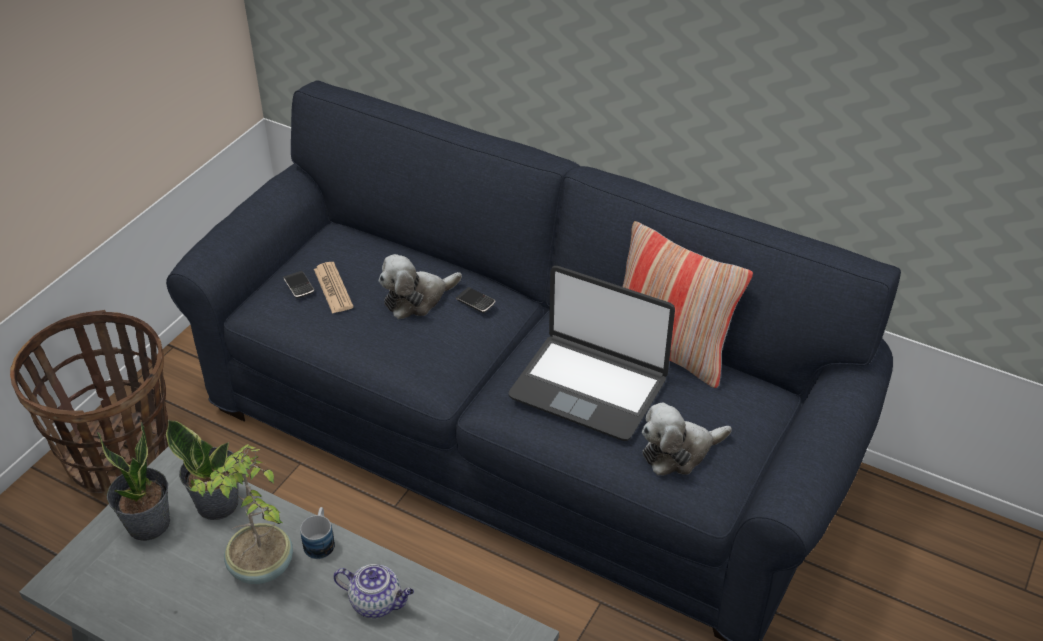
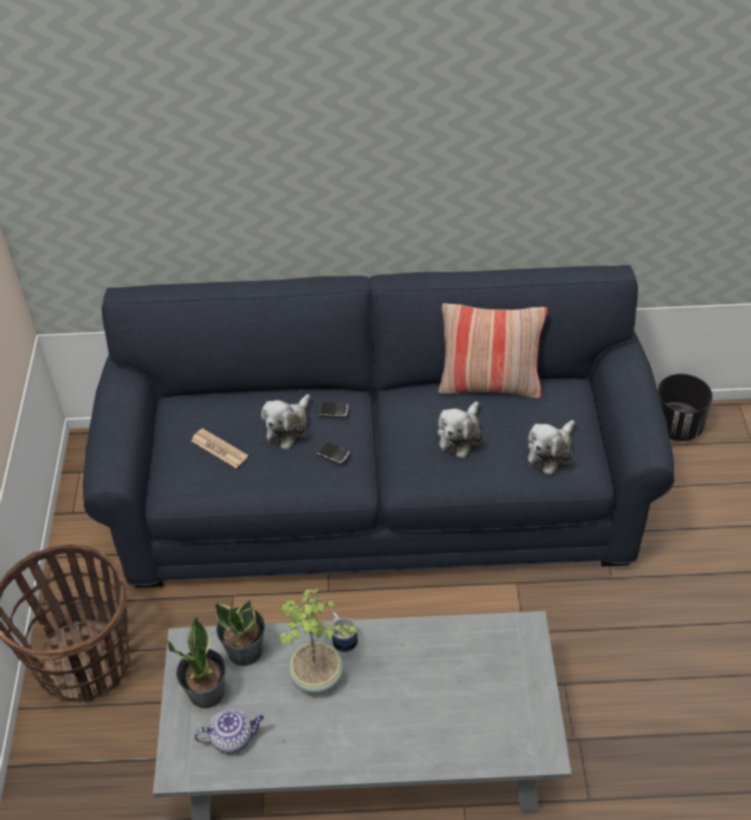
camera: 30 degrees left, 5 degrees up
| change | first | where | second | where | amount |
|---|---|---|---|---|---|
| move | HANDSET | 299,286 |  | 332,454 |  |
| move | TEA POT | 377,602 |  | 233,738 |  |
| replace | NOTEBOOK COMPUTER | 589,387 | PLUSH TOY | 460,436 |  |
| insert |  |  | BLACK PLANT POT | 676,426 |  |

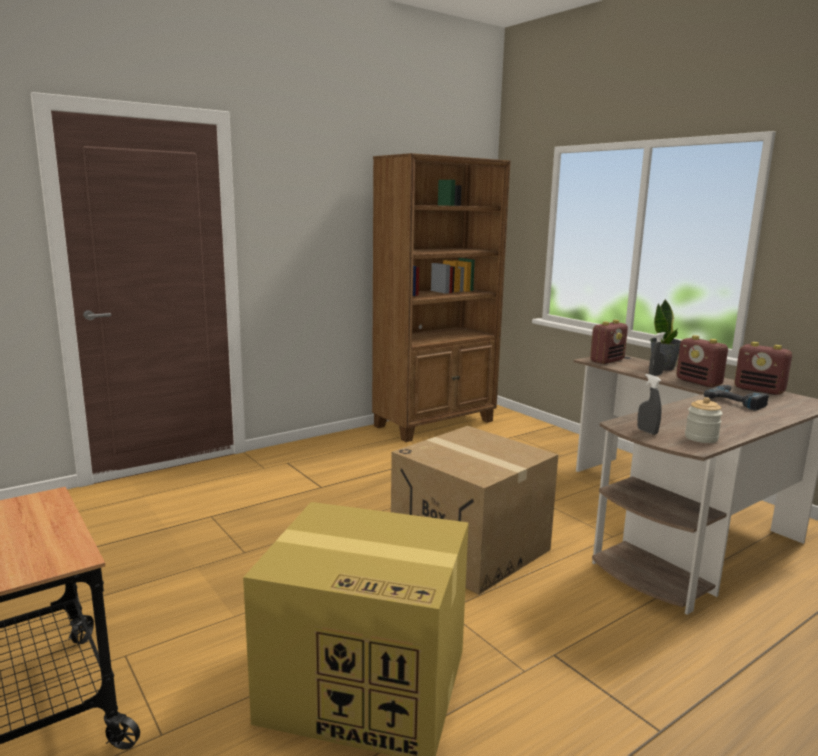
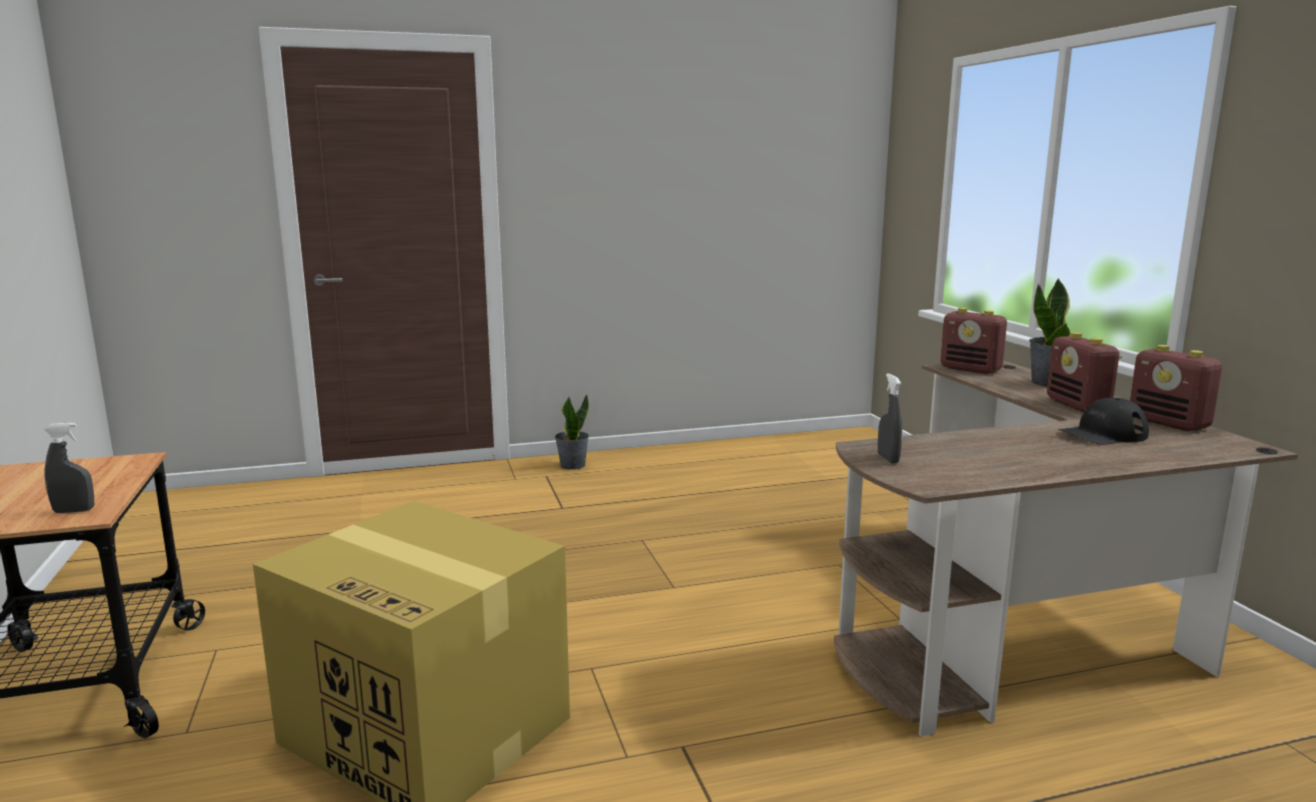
camera: 20 degrees right, 0 degrees up
| change | first | where | second | where | amount |
|---|---|---|---|---|---|
| delete | BROWNISH BOOKSHELF | 435,424 |  |  |  |
| delete | CARTON | 471,548 |  |  |  |
| rotate | RADIO RECEIVER | 607,361 |  | 971,369 | 60 degrees clockwise |
| move | GREY SPRAYER | 655,375 |  | 74,511 |  |
| delete | STORAGE JAR | 701,438 |  |  |  |
| replace | DRILL | 737,401 | BLACK BASEBALL CAP | 1103,434 |  |
| insert |  |  | PLANT IN A POT | 572,465 |  |

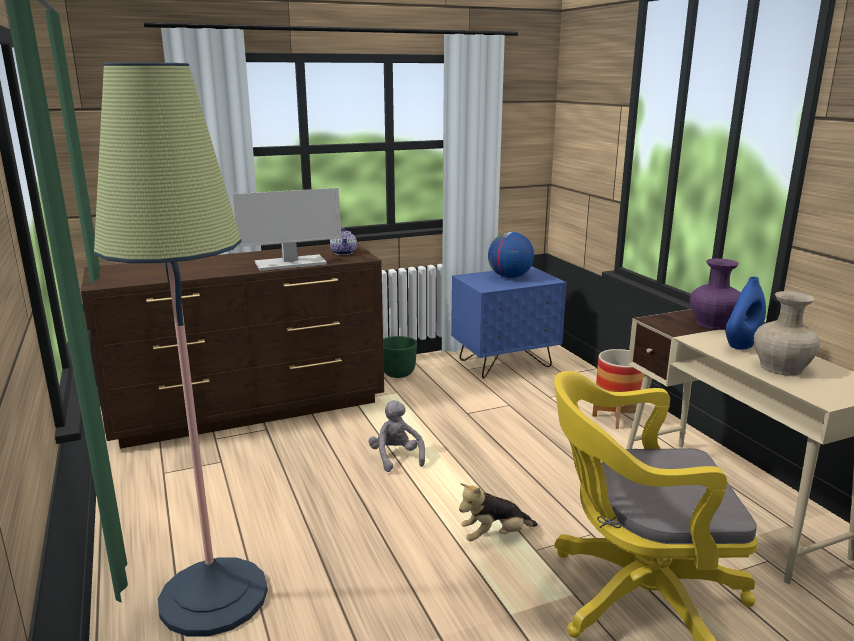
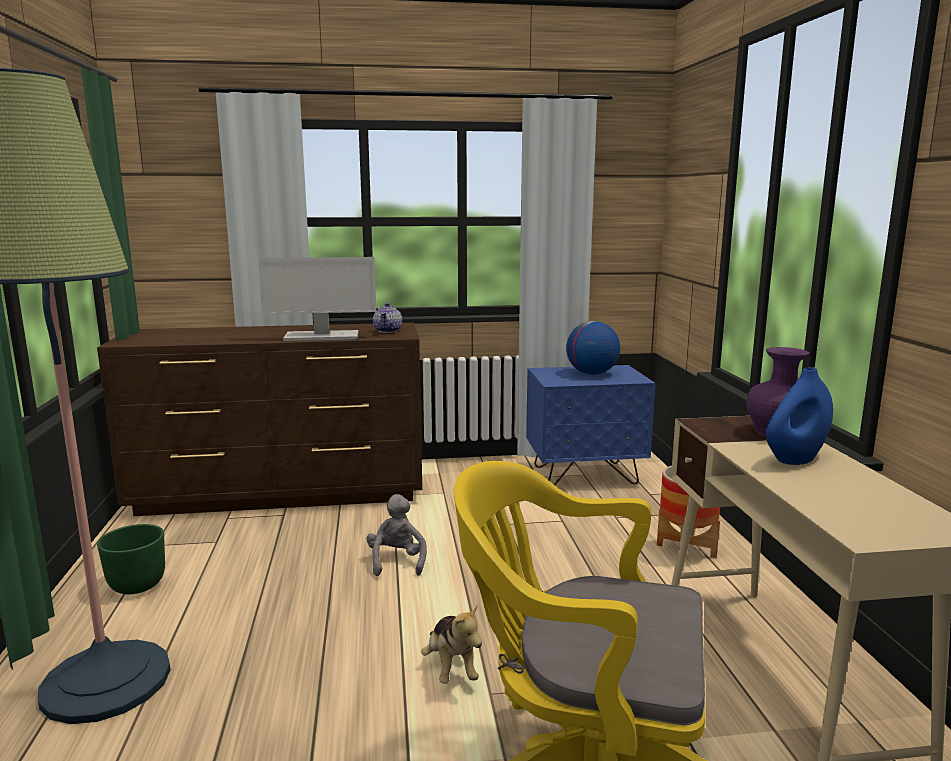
camera: 15 degrees right, 5 degrees down
| change | first | where | second | where | amount |
|---|---|---|---|---|---|
| move | GREEN PLANT POT | 398,374 |  | 137,586 |  |
| rotate | PLUSH TOY | 494,536 |  | 451,668 | 105 degrees counterclockwise |
| delete | BEIGE DECORATIVE VASE | 782,367 |  |  |  |

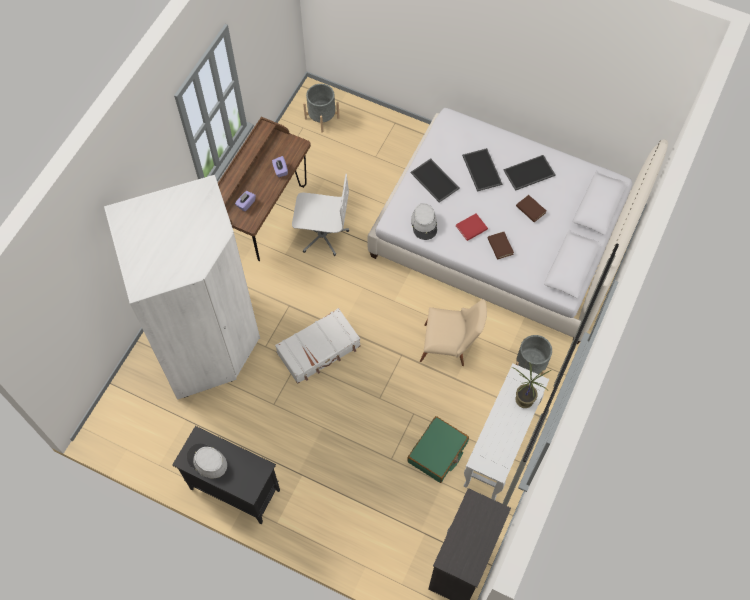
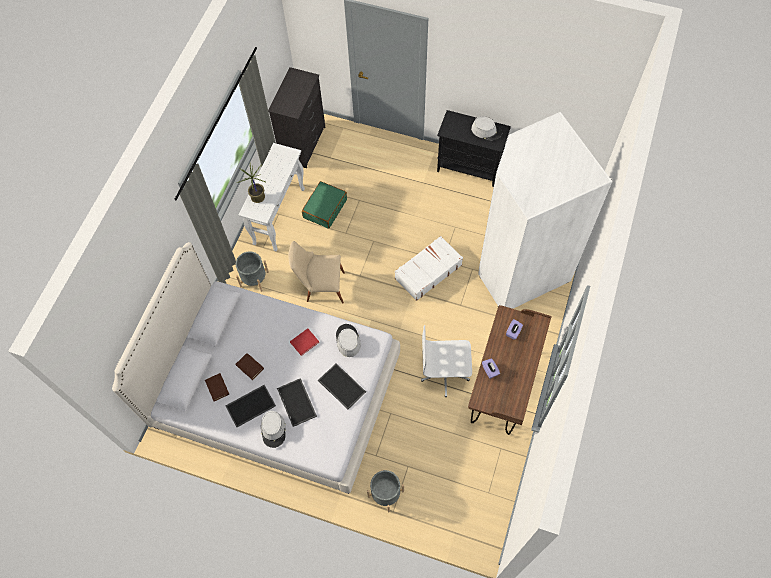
camera: 175 degrees right, 0 degrees up
| change | first | where | second | where | amount |
|---|---|---|---|---|---|
| move | GREY PLANT POT | 322,118 |  | 386,494 |  |
| move | BROWNISH BOOK | 500,246 |  | 217,387 |  |
| insert |  |  | GREY CLOTHING HAT | 273,429 |  |

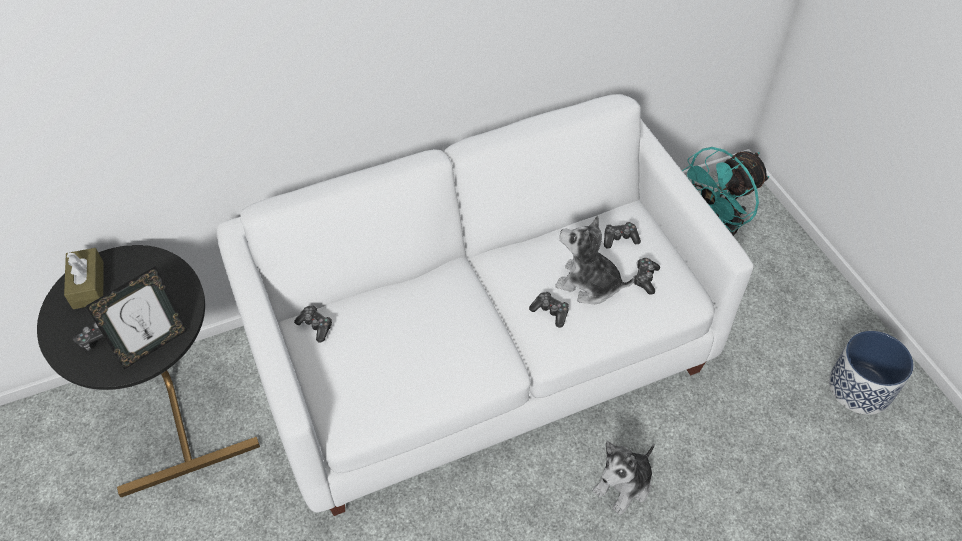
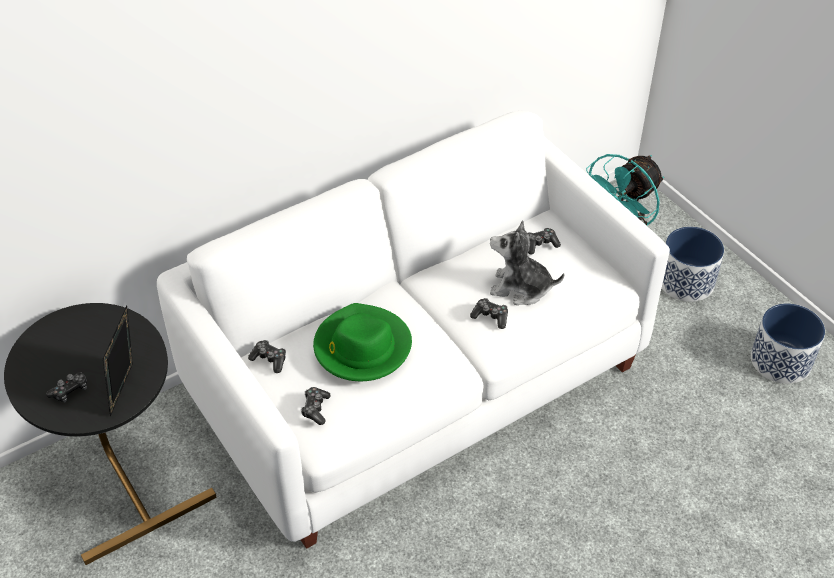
camera: 10 degrees left, 5 degrees down
| change | first | where | second | where | amount |
|---|---|---|---|---|---|
| delete | BROWNISH TISSUE HOLDER | 88,285 |  |  |  |
| rotate | PICTURE FRAME | 153,346 |  | 127,390 | 150 degrees clockwise |
| delete | PLUSH TOY | 624,485 |  |  |  |
| move | GAME CONTROLLER | 645,278 |  | 315,409 |  |
| insert |  |  | GREEN CLOTHING HAT | 361,347 |  |
| insert |  |  | PLANT POT | 686,282 |  |

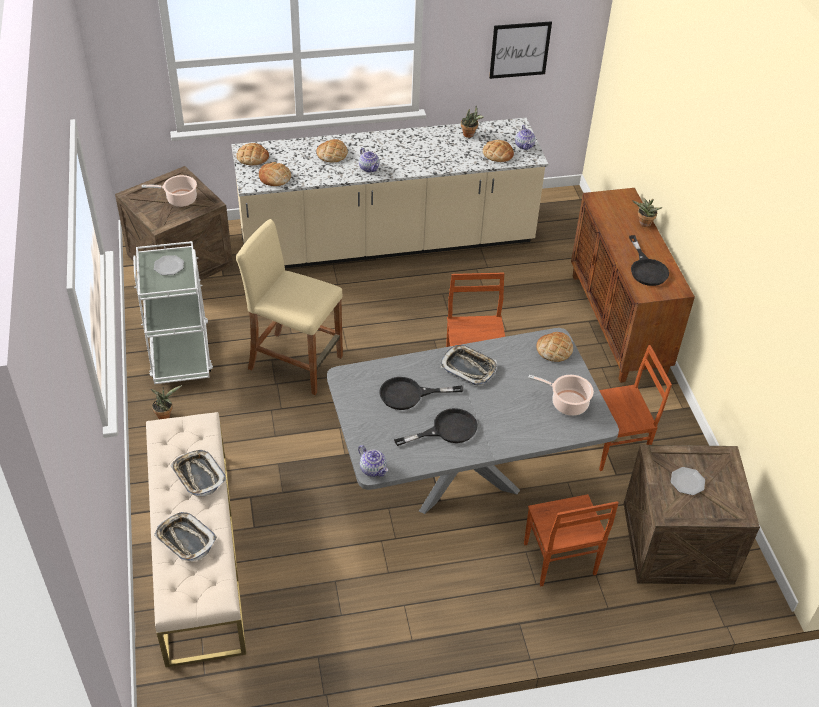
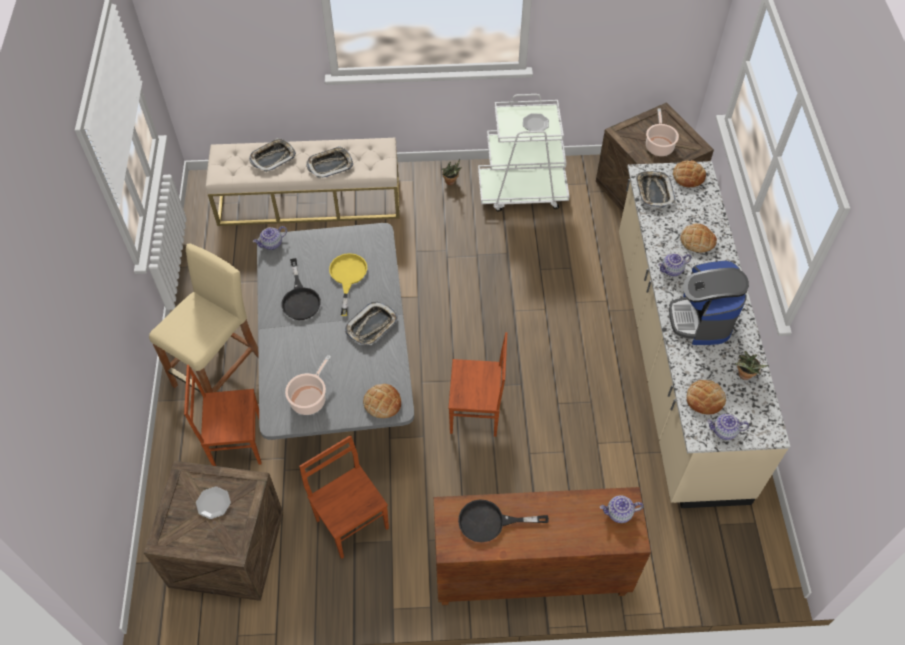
camera: 100 degrees right, 10 degrees up
| change | first | where | second | where | amount |
|---|---|---|---|---|---|
| move | BEIGE STOOL SEAT | 295,363 |  | 220,373 |  |
| replace | BAKED BREAD | 274,177 | TRAY | 654,192 |  |
| recolor | BLACK FRYING PAN | 409,395 | YELLOW FRYING PAN | 347,277 |  |
| delete | WALL PICTURE | 519,50 |  |  |  |
| rotate | BROWNISH CHAIR | 615,447 |  | 352,522 | 150 degrees clockwise |
| delete | PLANT IN A POT | 644,224 |  |  |  |
| insert |  |  | TEA POT | 619,513 |  |
| insert |  |  | COFFEE MACHINE | 701,320 |  |

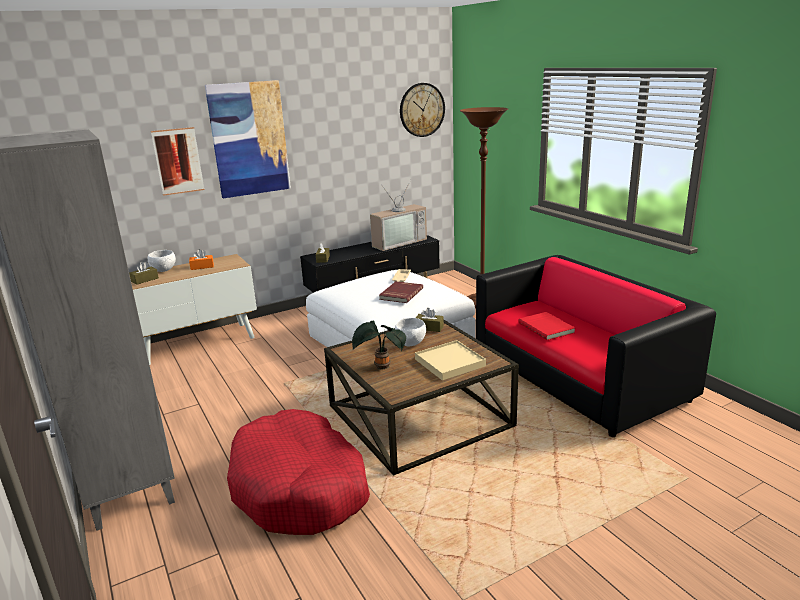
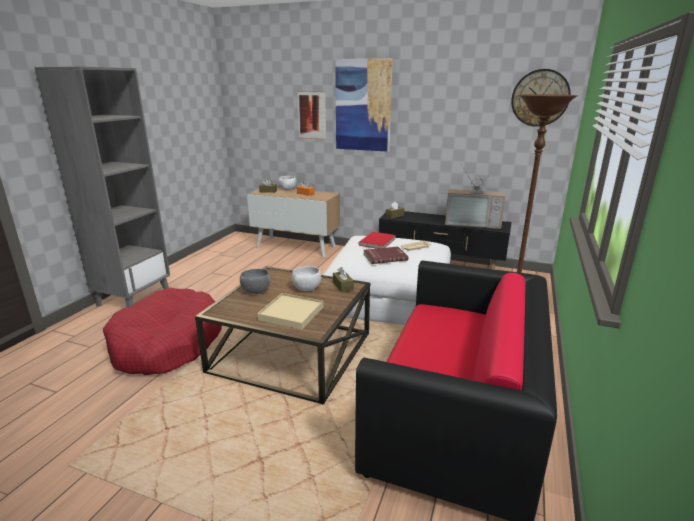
camera: 50 degrees right, 0 degrees up
| change | first | where | second | where | amount |
|---|---|---|---|---|---|
| replace | PLANT IN A POT | 380,367 | GREY DEEP DISH | 256,292 |  |
| move | RED BOOK | 547,328 |  | 378,242 |  |

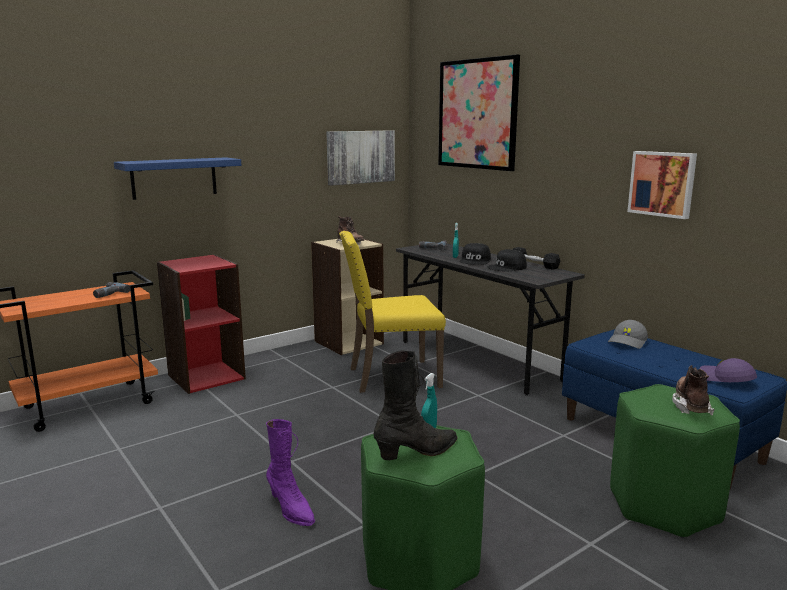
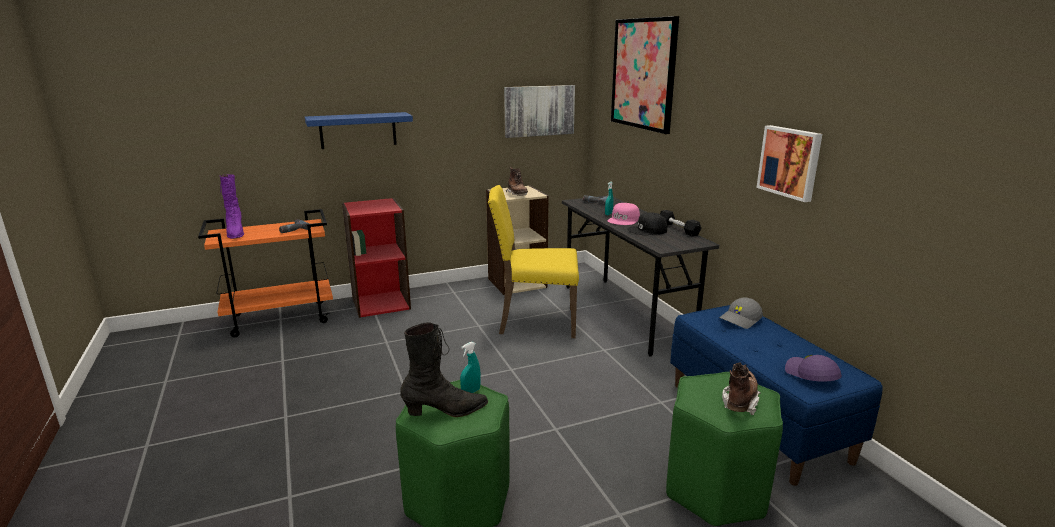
camera: 15 degrees right, 5 degrees up
| change | first | where | second | where | amount |
|---|---|---|---|---|---|
| move | PURPLE-COLOURED TALL BOOT | 290,509 |  | 235,233 |  |
| recolor | BLACK BASEBALL CAP | 475,260 | PINK BASEBALL CAP | 624,220 |  |

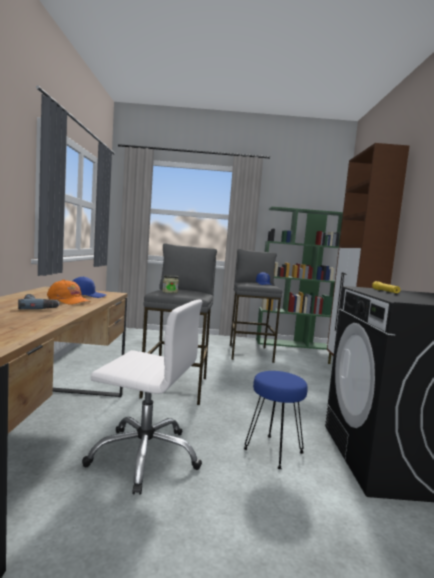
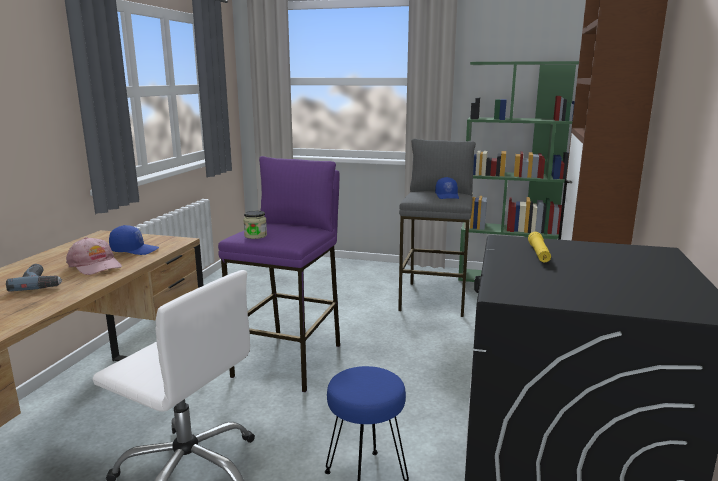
camera: 15 degrees right, 10 degrees up
| change | first | where | second | where | amount |
|---|---|---|---|---|---|
| recolor | ORANGE-COLOURED BASEBALL CAP | 69,300 | PINK BASEBALL CAP | 95,265 |  |
| recolor | GREY STOOL SEAT | 176,387 | PURPLE-COLOURED STOOL SEAT | 290,360 |  |

